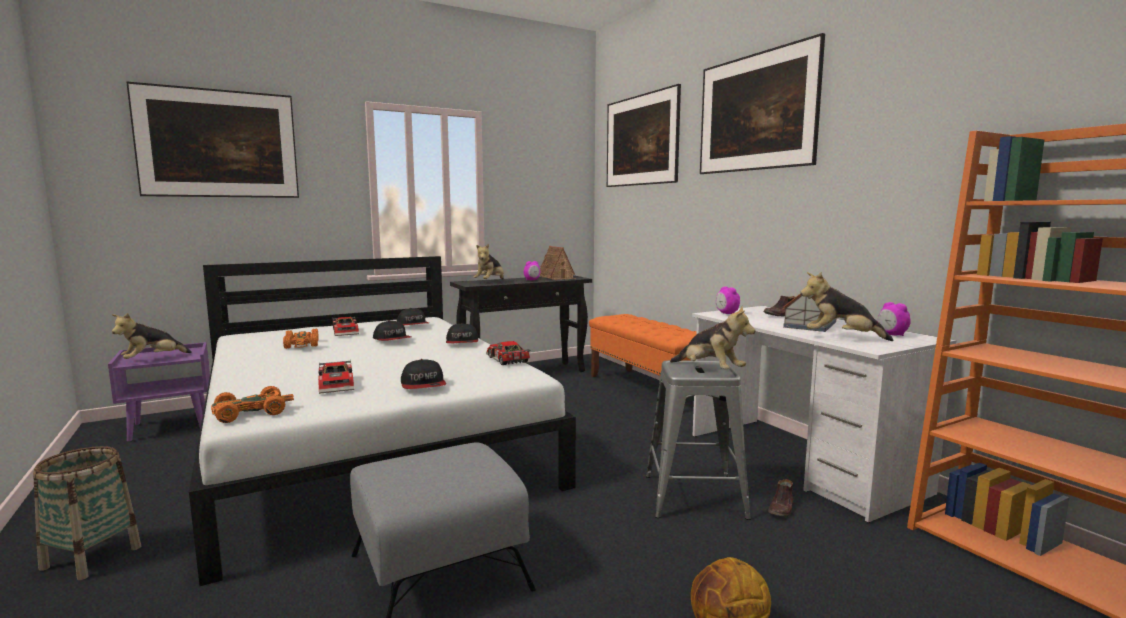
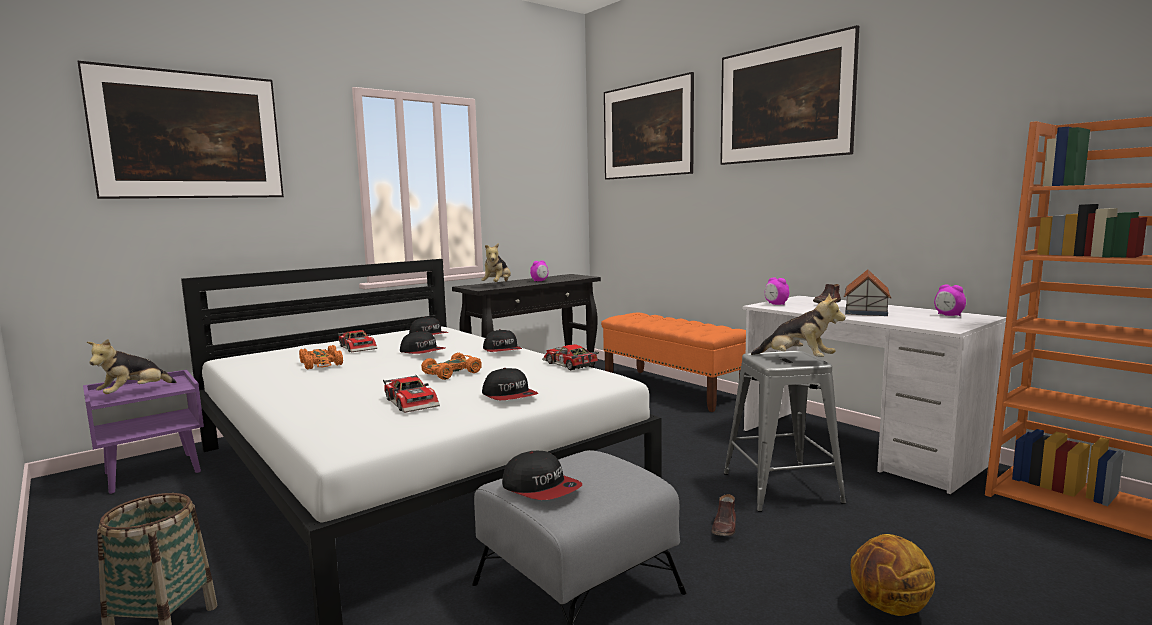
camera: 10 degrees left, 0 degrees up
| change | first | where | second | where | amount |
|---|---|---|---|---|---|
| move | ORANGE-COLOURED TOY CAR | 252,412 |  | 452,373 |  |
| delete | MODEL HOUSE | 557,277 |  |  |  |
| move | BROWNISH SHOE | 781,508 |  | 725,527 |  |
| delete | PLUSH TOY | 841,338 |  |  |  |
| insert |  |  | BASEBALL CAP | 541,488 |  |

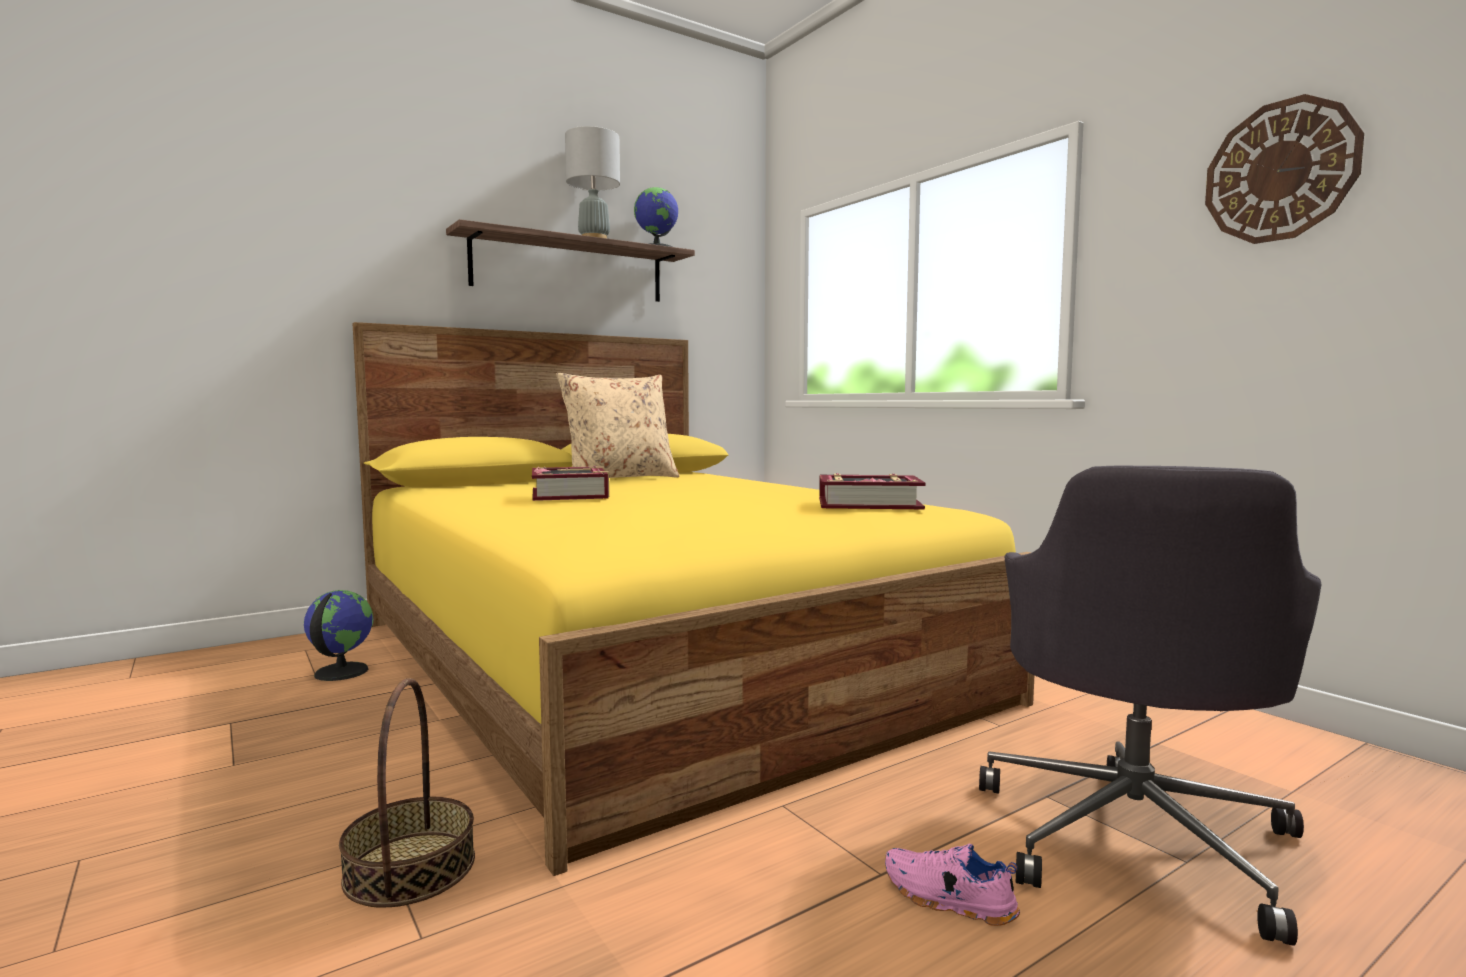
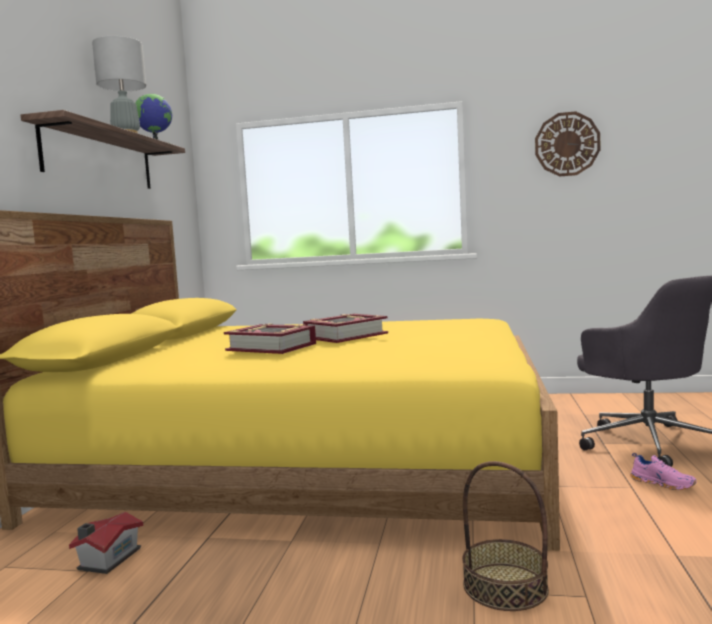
camera: 45 degrees left, 0 degrees up
| change | first | where | second | where | amount |
|---|---|---|---|---|---|
| replace | DESK GLOBE | 340,672 | MODEL HOUSE | 107,559 |  |
| delete | BEIGE THROW PILLOW | 620,478 |  |  |  |
| move | BOOK | 869,504 |  | 345,336 |  |
| rotate | PINK SHOE | 947,900 |  | 663,483 | 120 degrees counterclockwise |

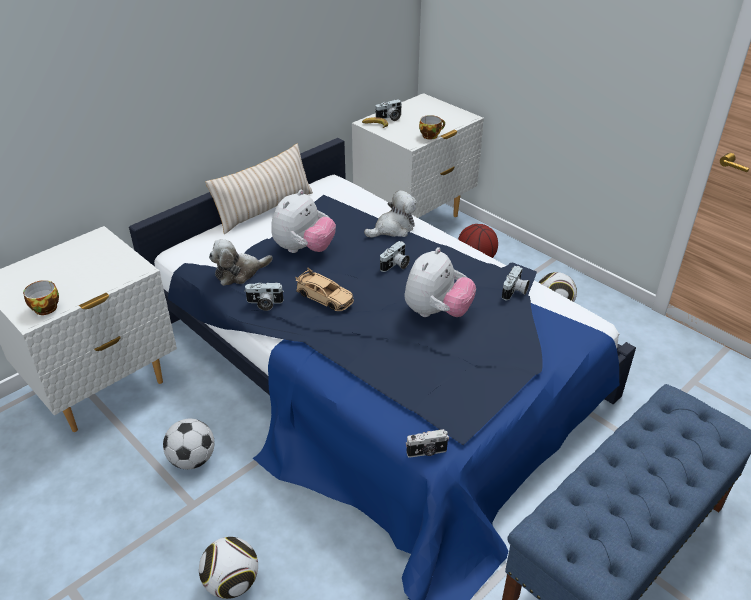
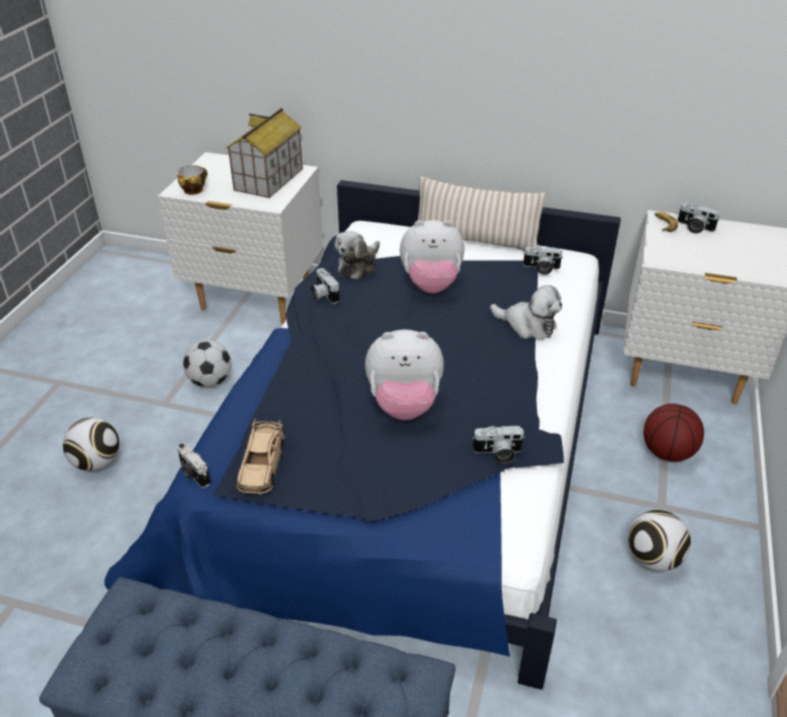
camera: 60 degrees right, 0 degrees up
| change | first | where | second | where | amount |
|---|---|---|---|---|---|
| rotate | PLUSH TOY | 239,273 |  | 358,265 | 90 degrees counterclockwise |
| move | BEIGE TOY CAR | 325,297 |  | 261,464 |  |
| move | PHOTO CAMERA | 395,265 |  | 541,268 |  |
| delete | SMALL CUP | 430,135 |  |  |  |
| insert |  |  | MODEL HOUSE | 269,180 |  |

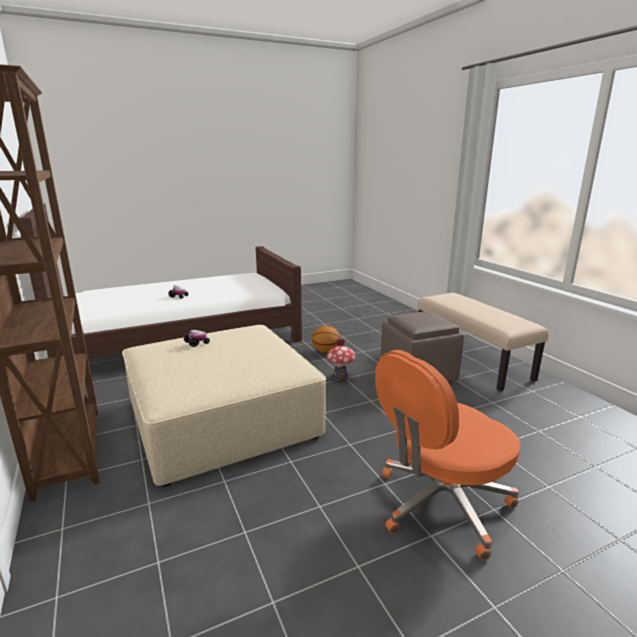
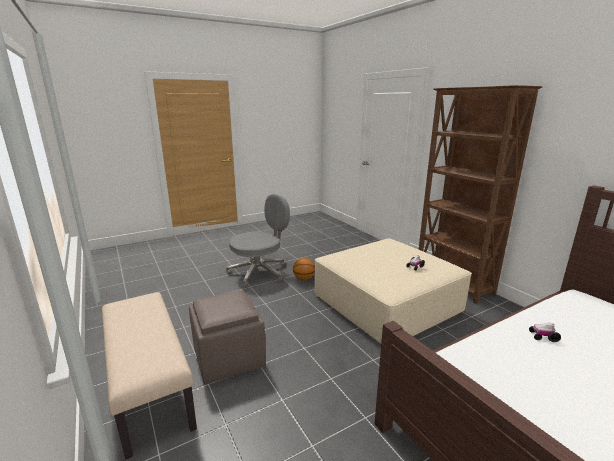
camera: 175 degrees right, 0 degrees up
| change | first | where | second | where | amount |
|---|---|---|---|---|---|
| move | BASKETBALL BALL | 325,352 |  | 303,279 |  |
| delete | MODEL HOUSE | 340,377 |  |  |  |
| recolor | ORANGE-COLOURED OFFICE CHAIR | 441,505 | GREY OFFICE CHAIR | 259,272 |  |

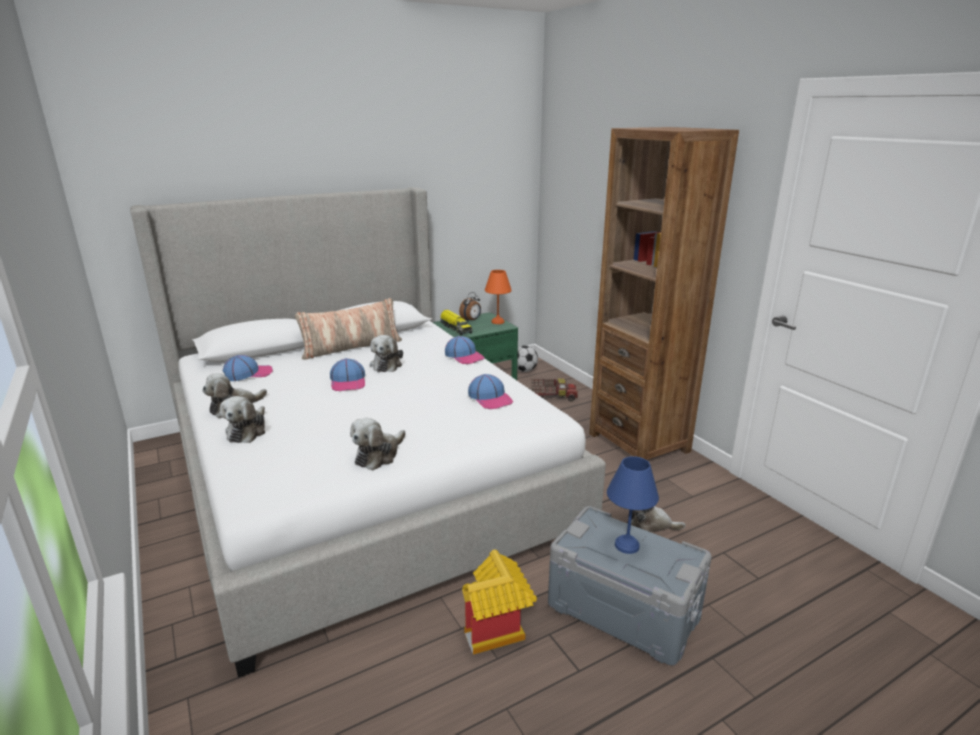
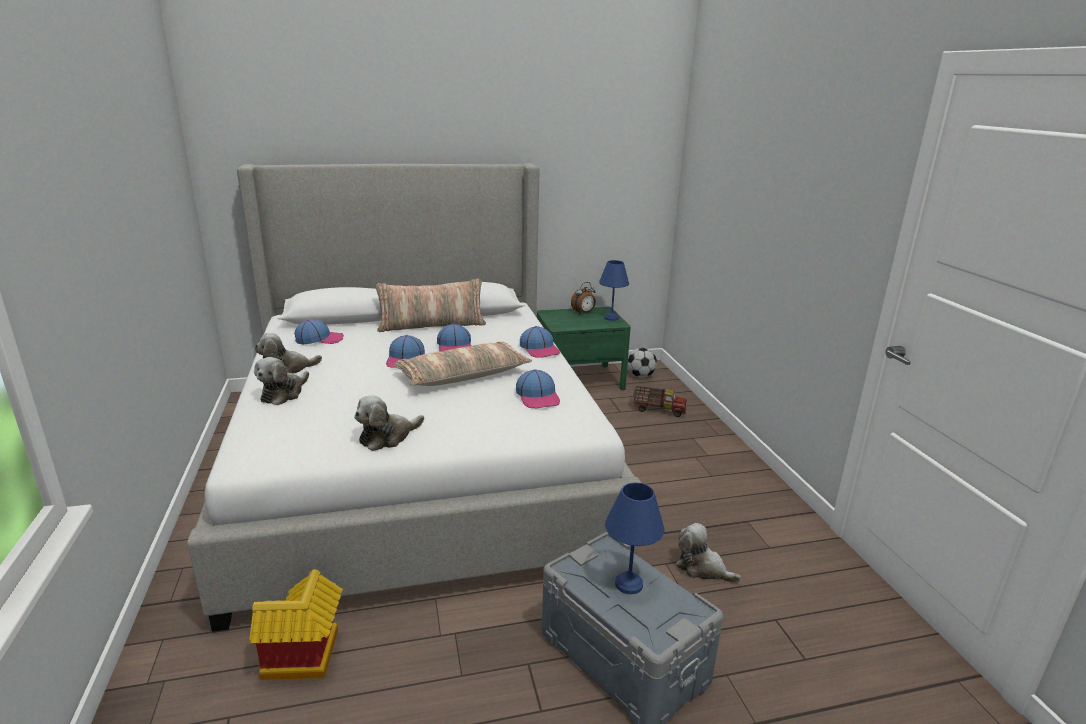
camera: 15 degrees right, 0 degrees up
| change | first | where | second | where | amount |
|---|---|---|---|---|---|
| replace | PLUSH TOY | 386,364 | BASEBALL CAP | 455,347 |  |
| delete | MODEL TRUCK | 455,328 |  |  |  |
| move | MODEL HOUSE | 497,631 |  | 304,661 |  |
| recolor | ORANGE-COLOURED TABLE LAMP | 497,322 | BLUISH TABLE LAMP | 611,318 |  |
| delete | BROWNISH BOOKSHELF | 639,442 |  |  |  |
| insert |  |  | THROW PILLOW | 463,375 |  |

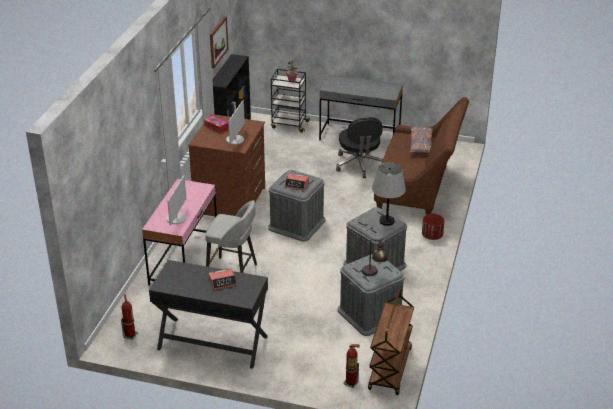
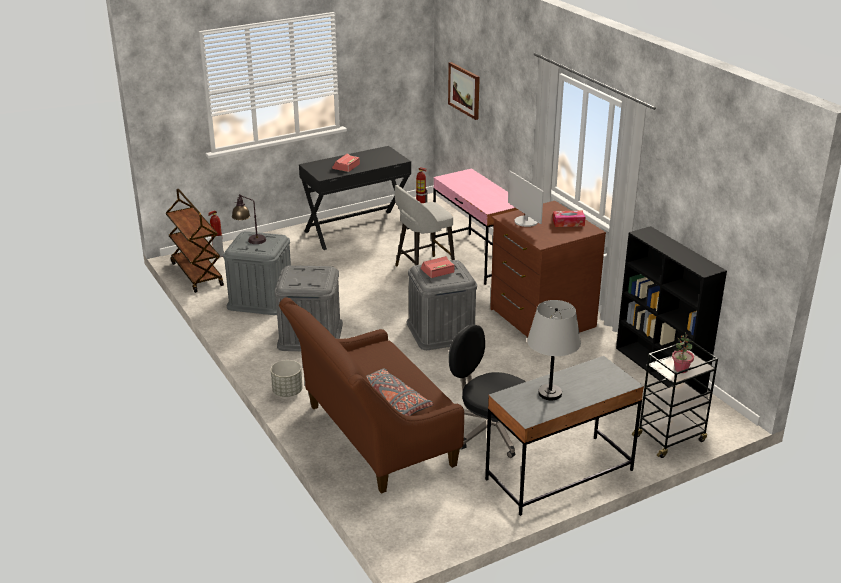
camera: 135 degrees right, 5 degrees down
| change | first | where | second | where | amount |
|---|---|---|---|---|---|
| delete | MONITOR | 176,218 |  |  |  |
| move | WALL PICTURE | 217,42 |  | 464,90 |  |
| move | GREY TABLE LAMP | 387,221 |  | 549,393 |  |
| recolor | RED PLANT POT | 432,236 | GREY PLANT POT | 287,392 |  |

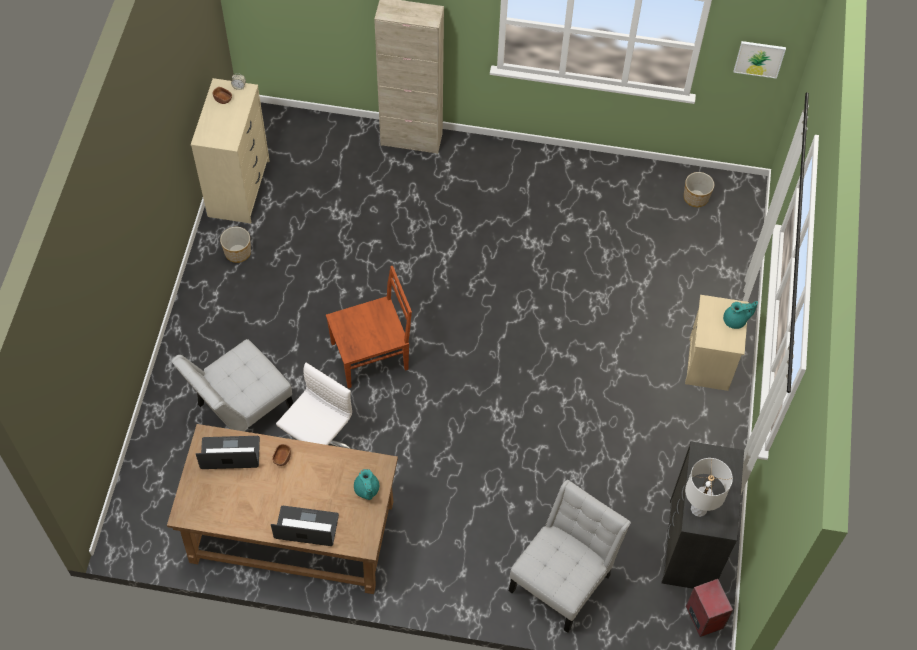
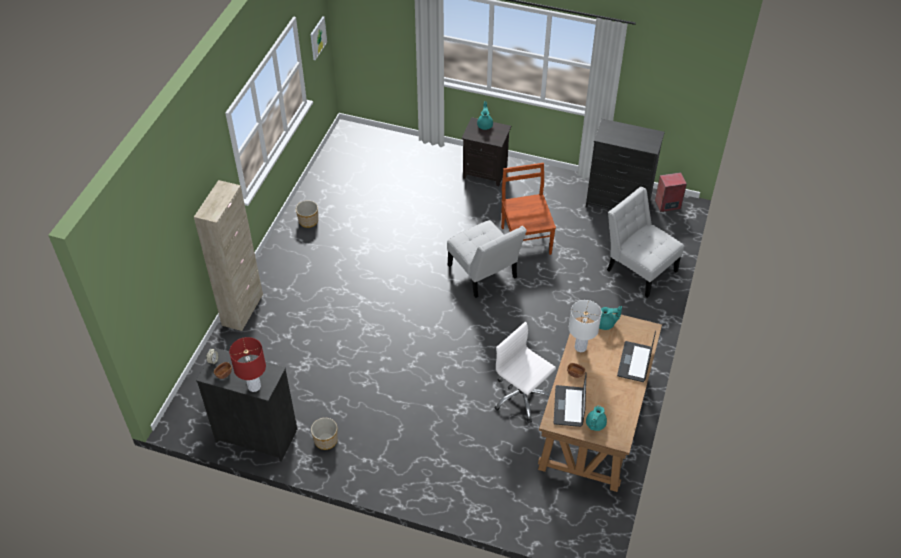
camera: 80 degrees left, 10 degrees down
| change | first | where | second | where | amount |
|---|---|---|---|---|---|
| move | WHITISH CHAIR | 241,410 |  | 484,274 |  |
| recolor | BEIGE DRESSER | 239,188 | BLACK DRESSER | 257,435 |  |
| move | BROWNISH CHAIR | 371,355 |  | 525,239 |  |
| move | PLANT POT | 696,198 |  | 308,221 |  |
| recolor | BEIGE NIGHTSTAND | 709,364 | BLACK NIGHTSTAND | 486,172 |  |
| move | WHITISH TABLE LAMP | 698,508 |  | 580,347 |  |
| insert |  |  | RED TABLE LAMP | 254,386 |  |
| insert |  |  | TURQUOISE TEA POT | 595,424 |  |

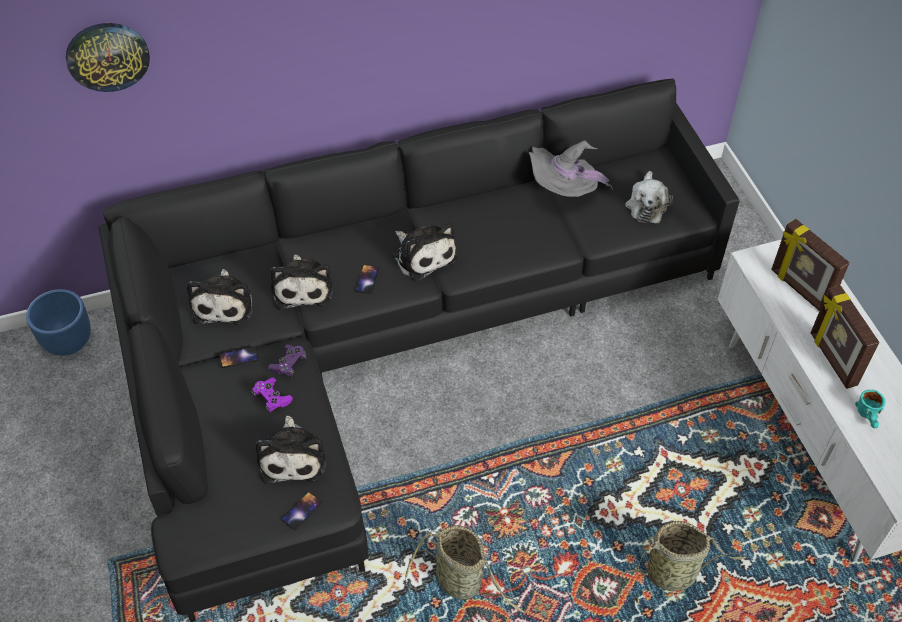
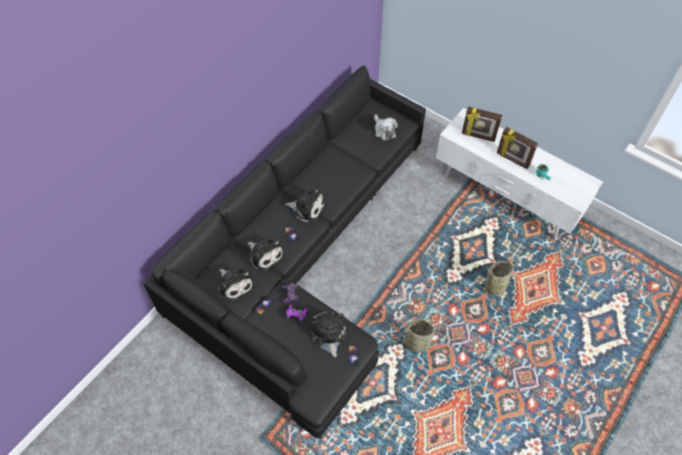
camera: 35 degrees left, 5 degrees up
| change | first | where | second | where | amount |
|---|---|---|---|---|---|
| delete | BLUISH PLANT POT | 69,342 |  |  |  |
| delete | WALL CLOCK | 107,56 |  |  |  |
| rotate | PLUSH TOY | 293,456 |  | 328,334 | 150 degrees counterclockwise |
| delete | GREY CLOTHING HAT | 564,190 |  |  |  |

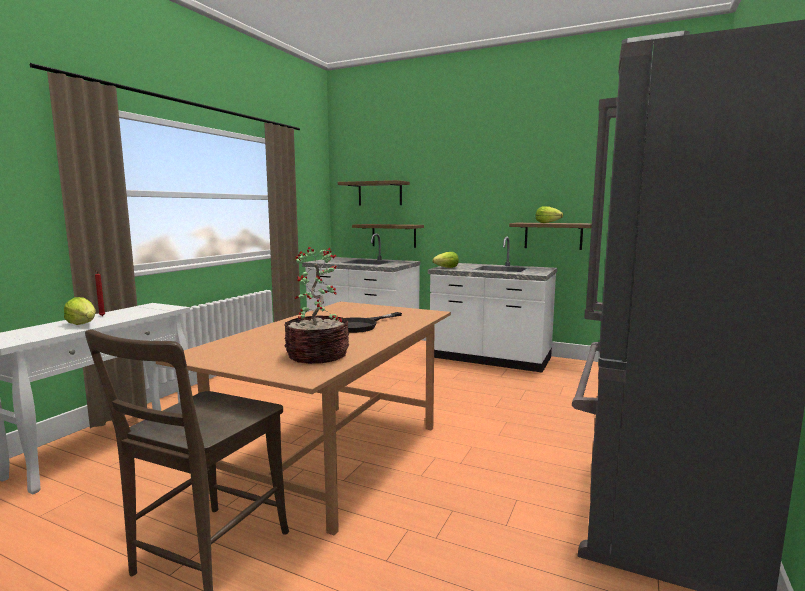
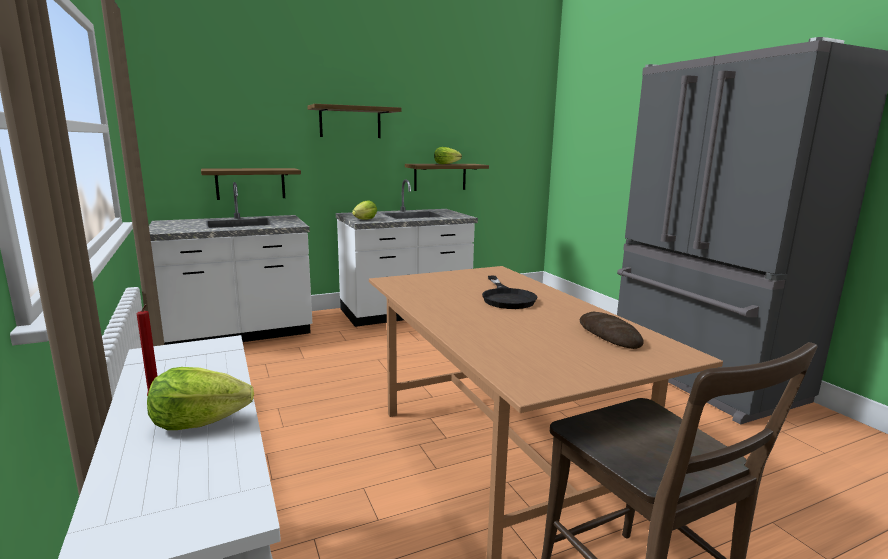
camera: 50 degrees left, 5 degrees up
| change | first | where | second | where | amount |
|---|---|---|---|---|---|
| replace | PLANT IN A POT | 318,356 | BAKED BREAD | 609,335 |  |
| move | BRACKET SHELF | 380,193 |  | 350,122 |  |

